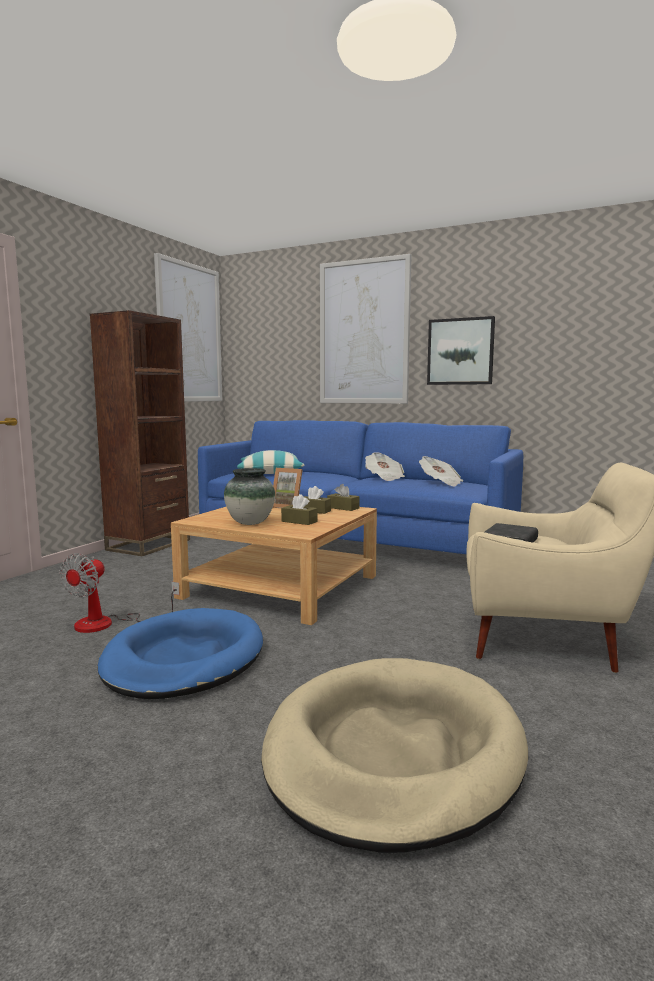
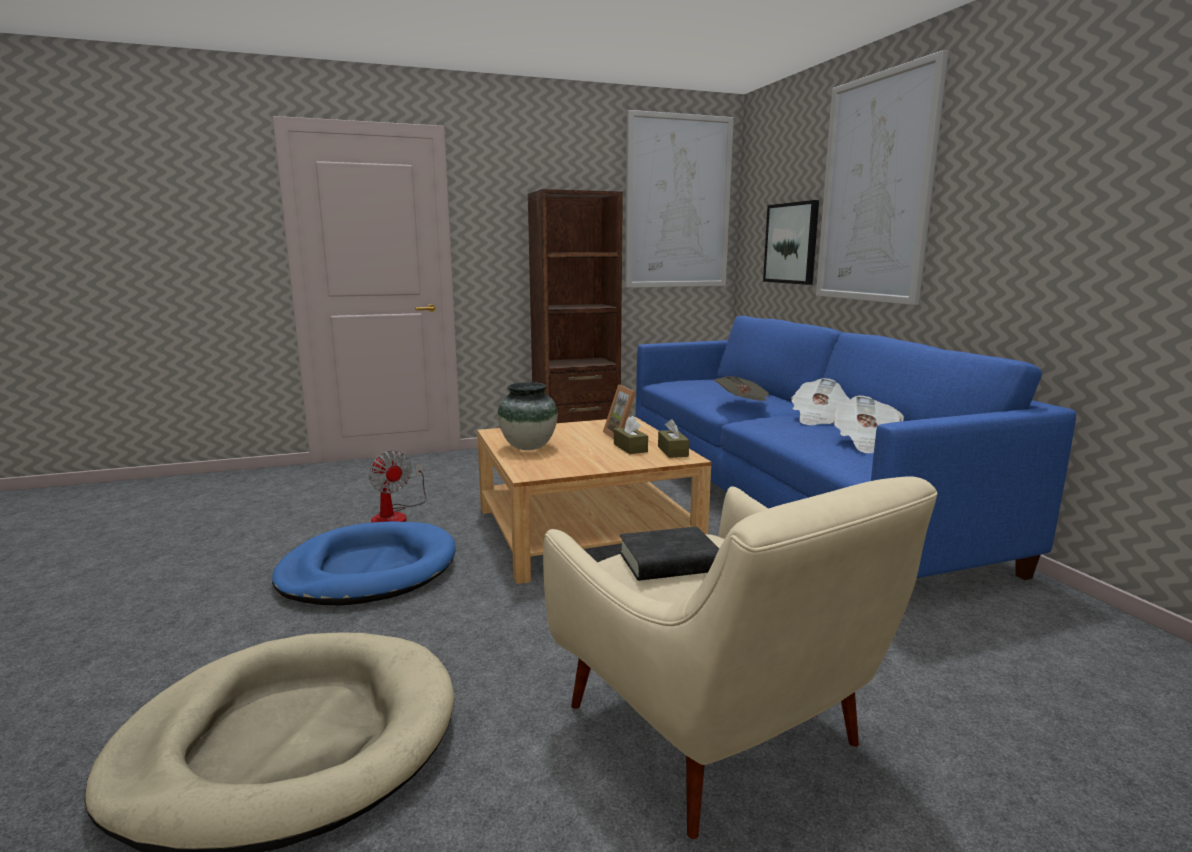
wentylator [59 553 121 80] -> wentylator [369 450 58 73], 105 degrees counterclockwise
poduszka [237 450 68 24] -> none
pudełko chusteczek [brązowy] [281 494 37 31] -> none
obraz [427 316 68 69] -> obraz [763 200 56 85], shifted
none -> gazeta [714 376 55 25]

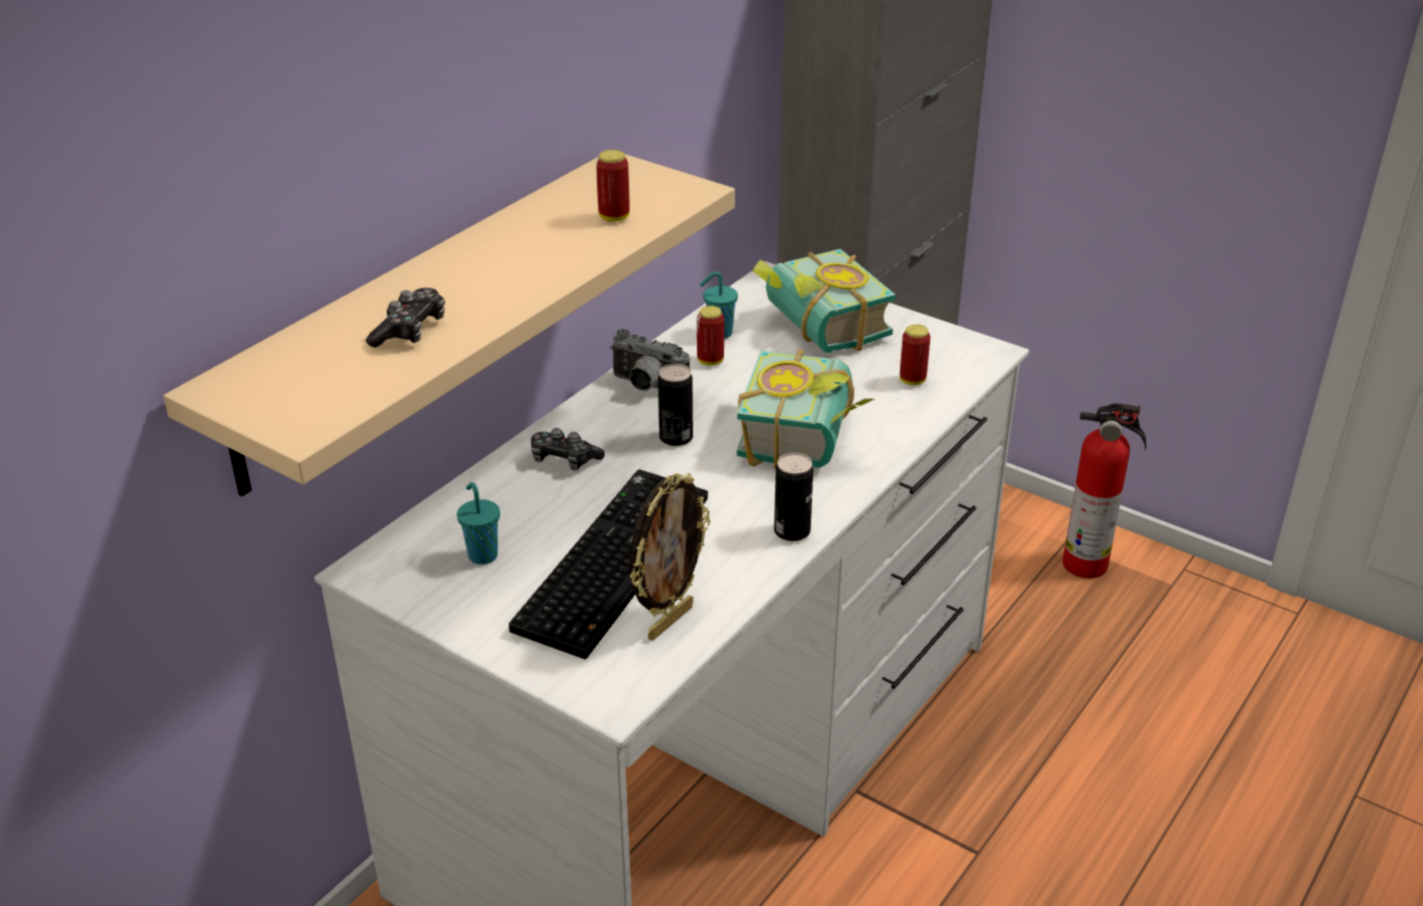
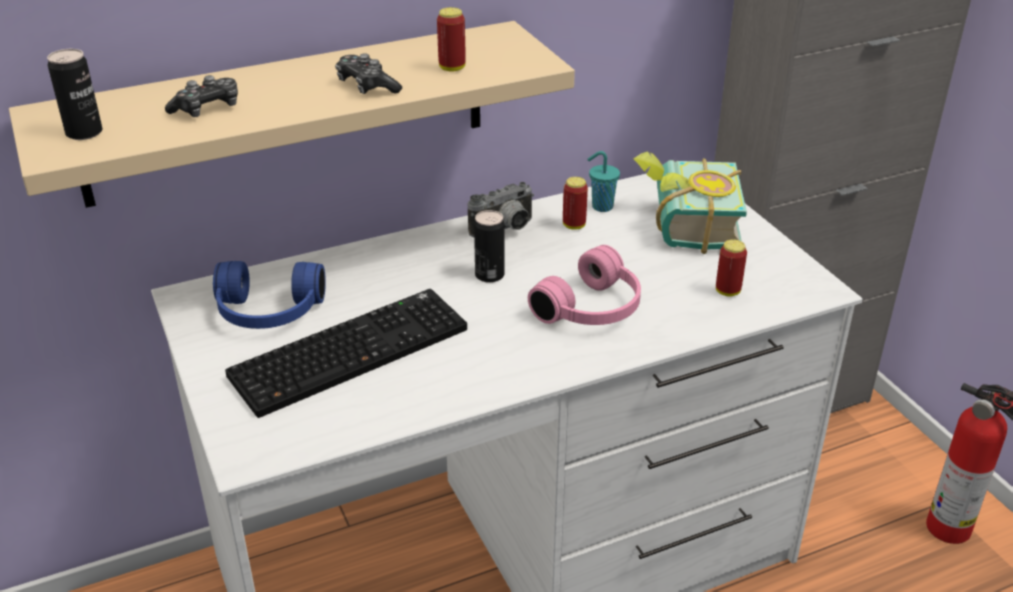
filiżanka [turkusowy] [457 482 43 83] -> słuchawki [niebieski] [213 261 113 68]
pad do gier [531 428 74 42] -> pad do gier [335 53 67 41], shifted
aparat fotograficzny [610 329 80 62] -> aparat fotograficzny [468 182 66 55], 90 degrees counterclockwise
ramka na zdjęcie [630 473 80 167] -> none
książka [737 350 138 119] -> słuchawki [różowy] [528 245 113 80]
puszka [774 453 39 88] -> puszka [47 49 56 91], shifted

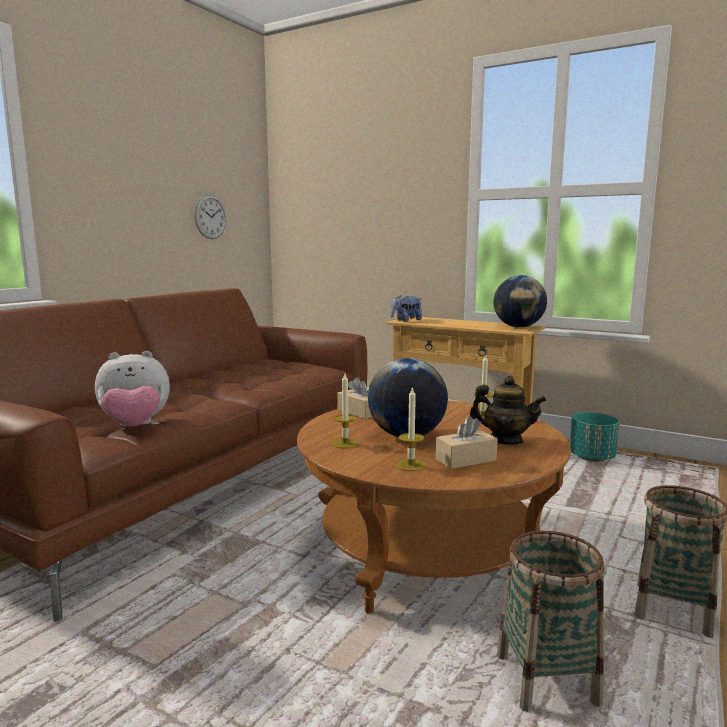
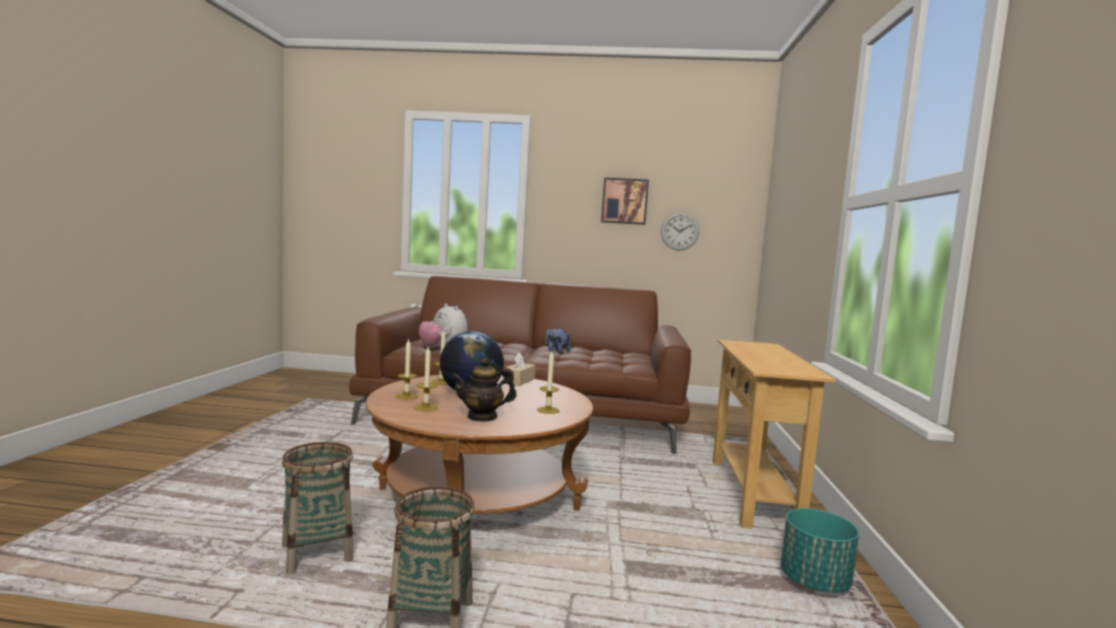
pluszak [391 295 31 27] -> pluszak [545 328 26 25], shifted
pudełko chusteczek [beżowy] [436 416 62 53] -> świeca [414 347 24 64]
imbryk [470 375 77 70] -> imbryk [451 358 66 64], 75 degrees clockwise
globus [493 275 54 53] -> none
none -> obraz [601 178 48 47]

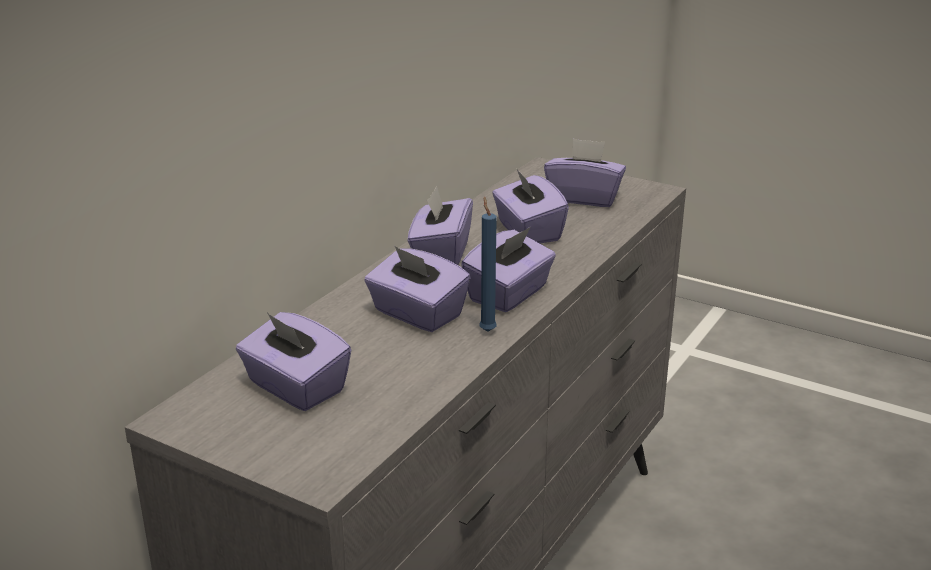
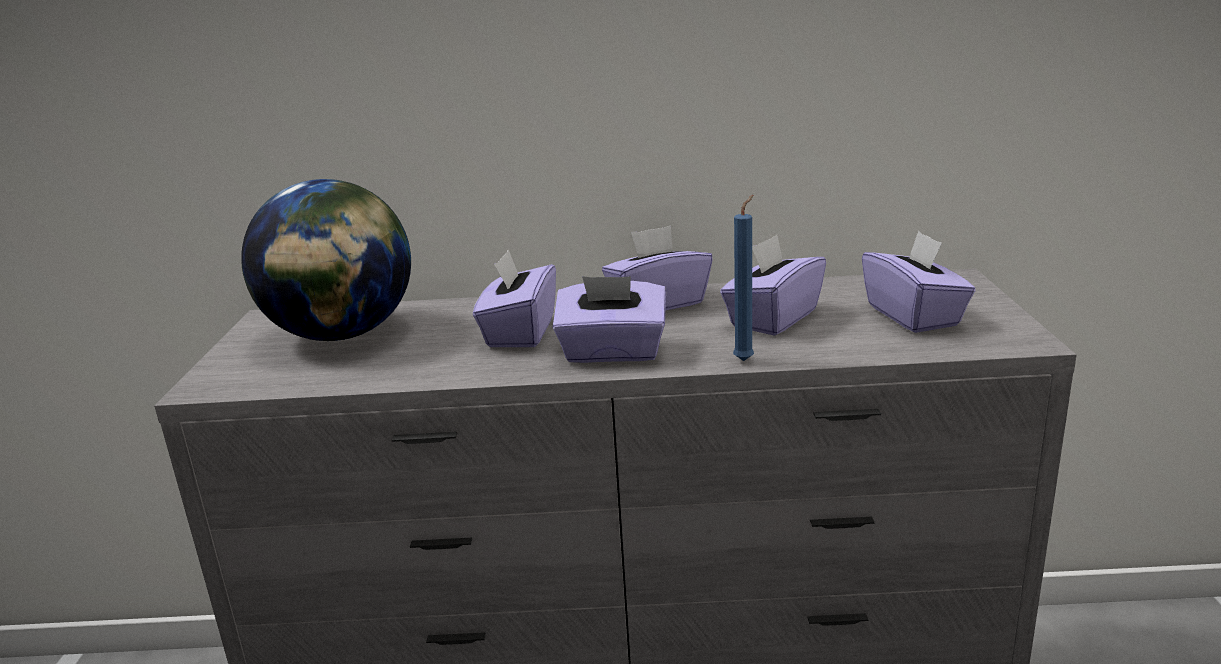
pudełko chusteczek [fioletowy] [236 312 115 99] -> globus [241 179 170 162]
świeca [niebieski] [479 197 18 135] -> świeca [niebieski] [733 195 21 166], shifted

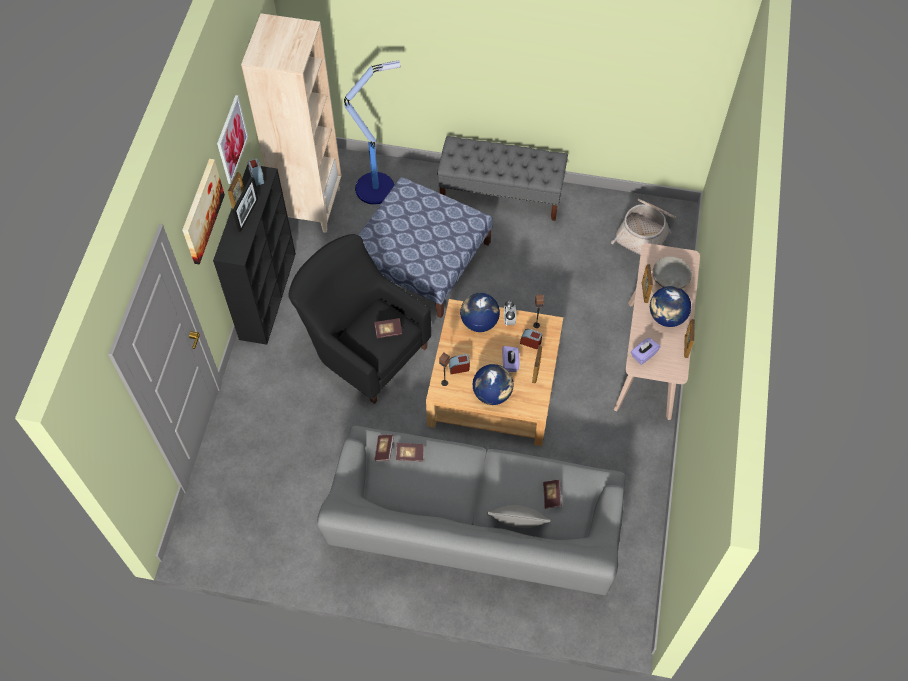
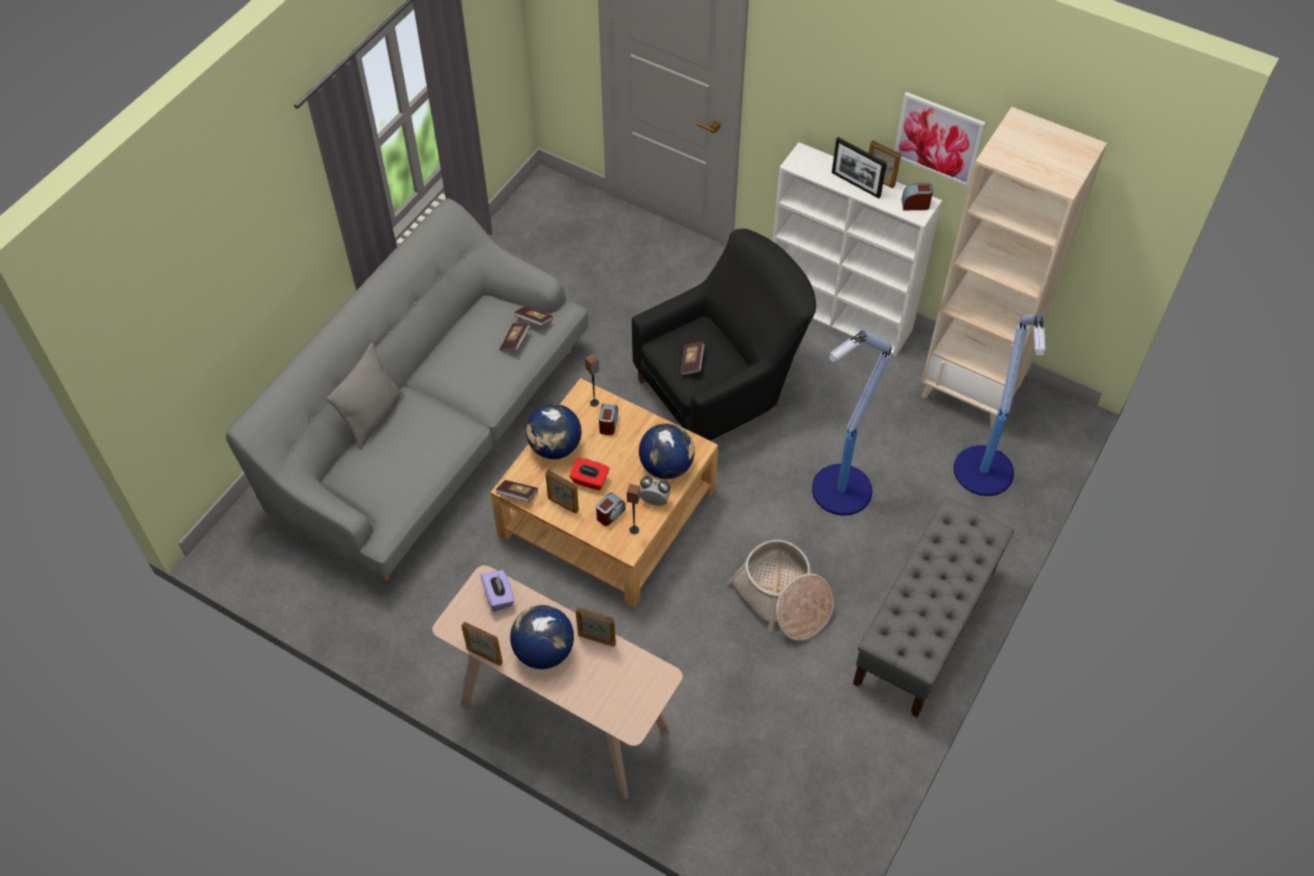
obraz [182 159 43 105] -> none
regał [czarny] [213 164 83 181] -> regał [biały] [772 142 170 214]
pufa [359 177 134 141] -> lampa stojąca [812 330 79 185]
pudełko chusteczek [fioletowy] [503 346 16 26] -> pudełko chusteczek [czerwony] [570 458 39 32]
książka [543 479 19 30] -> książka [496 480 42 22], shifted
koszyk [611 199 65 56] -> koszyk [726 540 108 101], shifted
miska [szary] [653 256 39 33] -> none

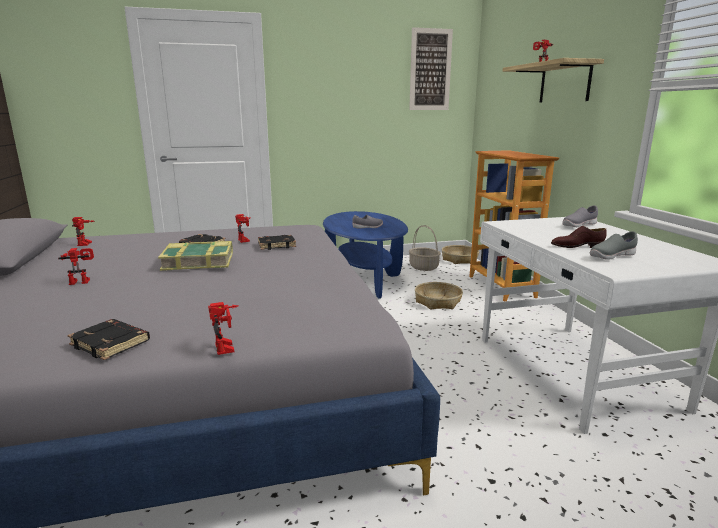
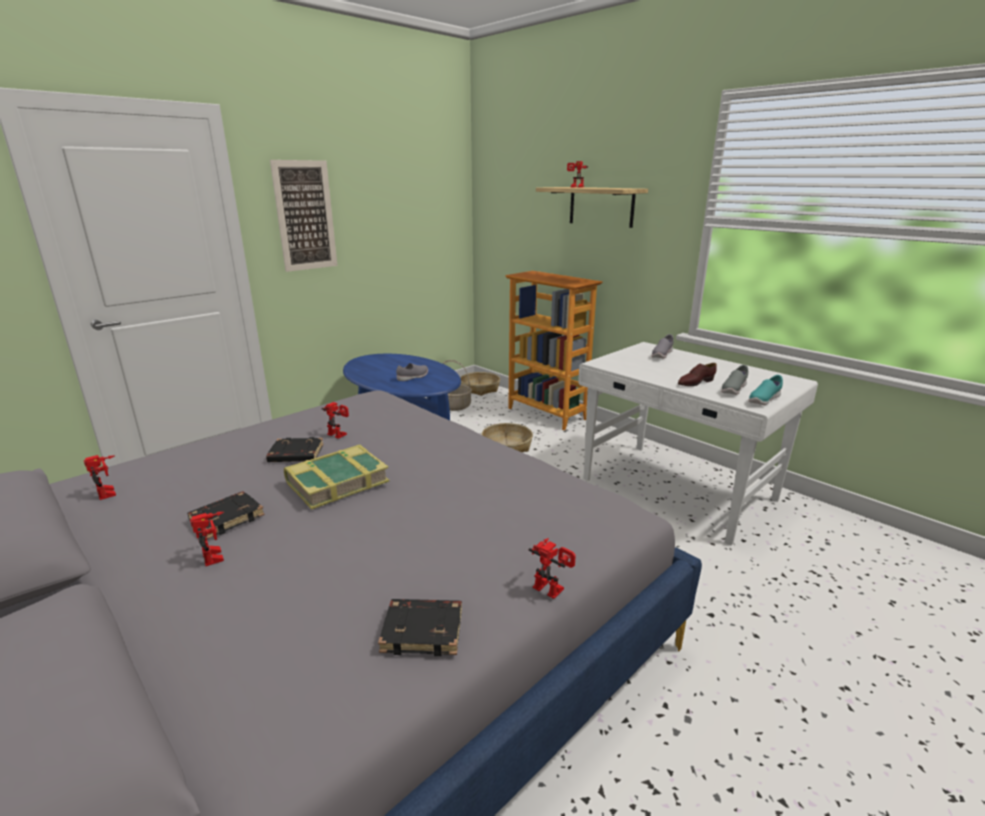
robot zabawkowy [58 248 36 37] -> robot zabawkowy [190 512 34 54], 105 degrees clockwise
książka [czarny] [258 235 38 15] -> książka [czarny] [187 491 78 48], shifted
obraz [409 27 44 83] -> obraz [270 160 67 112], shifted
none -> but [turkusowy] [748 375 35 30]

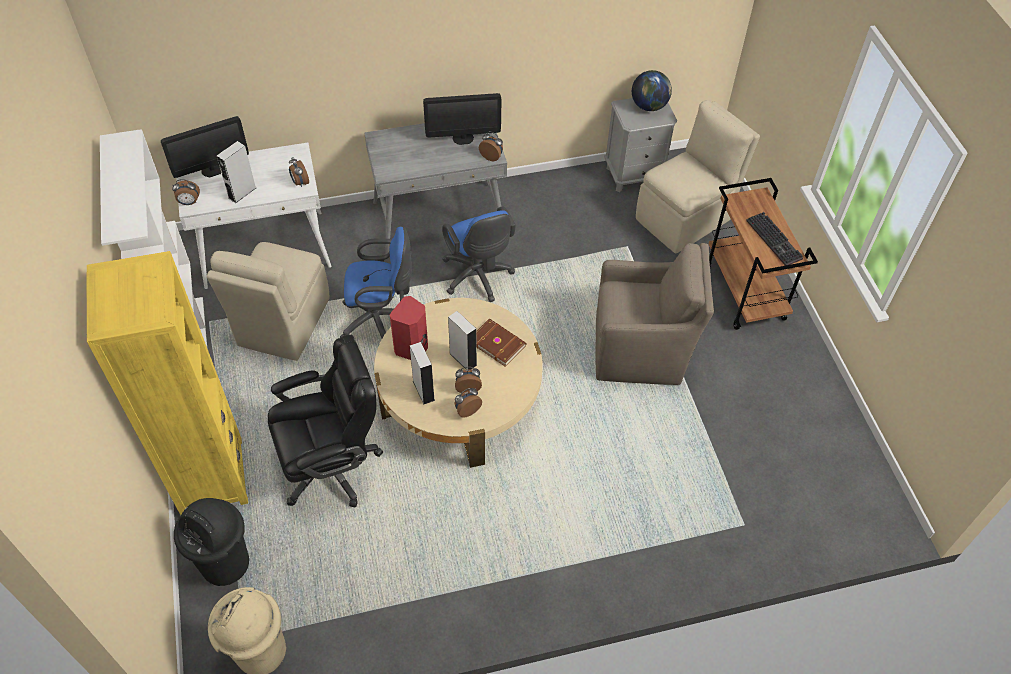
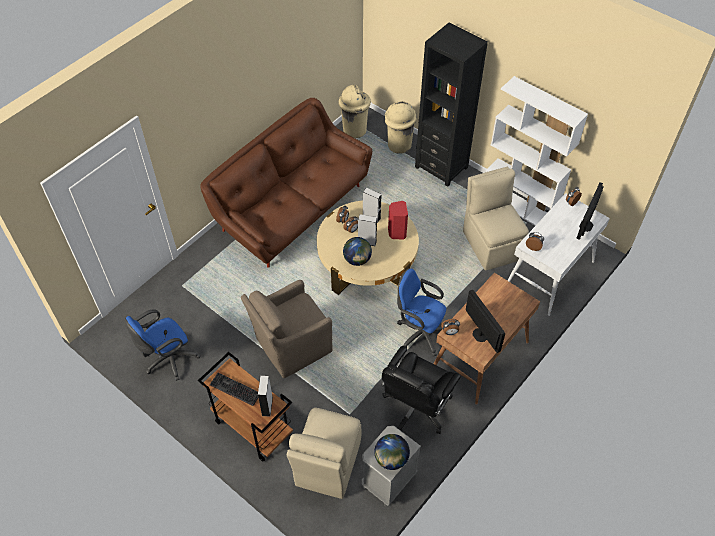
regał [żółty] [87 251 161 264] -> regał [czarny] [415 23 73 164]
kosz na śmieci [czarny] [174 498 75 88] -> kosz na śmieci [beżowy] [384 101 33 53]
głośnik [szary] [217 141 39 62] -> głośnik [szary] [258 376 15 40], shifted
krzesło biurowe [czarny] [268 334 115 174] -> krzesło biurowe [czarny] [382 346 79 88], shifted
krzesło biurowe [niebieski] [340 227 72 111] -> krzesło biurowe [niebieski] [125 309 75 72], shifted
biurko [szary] [364 123 143 131] -> biurko [brązowy] [434 273 106 132]
monitor [423 93 79 52] -> monitor [466 290 39 63], 105 degrees clockwise
książka [brązowy] [476 318 51 49] -> globus [343 237 29 29]
none -> kanapa [brązowy] [200 98 172 170]

